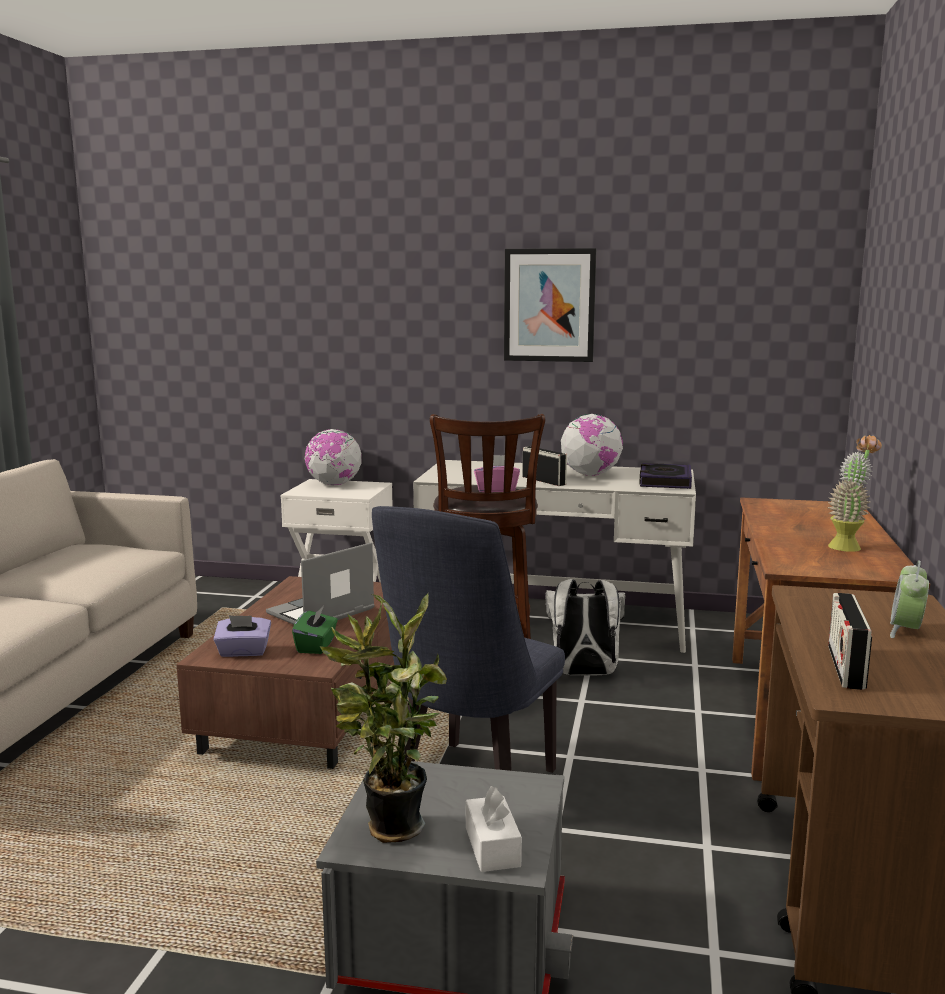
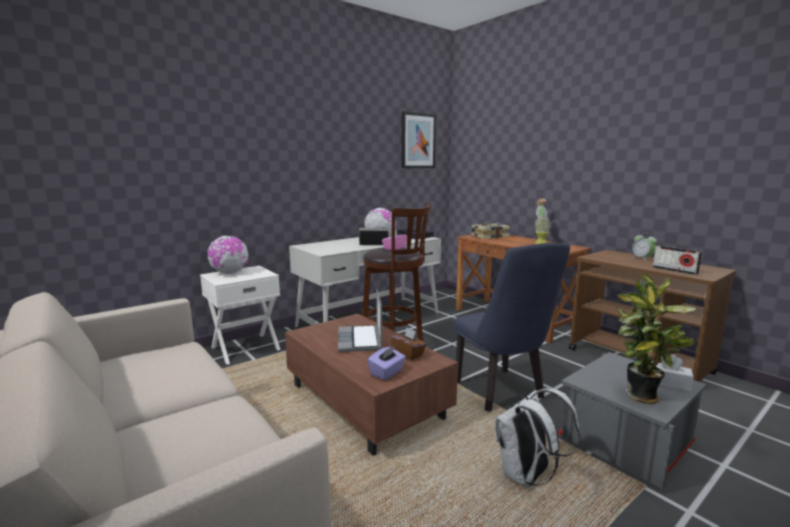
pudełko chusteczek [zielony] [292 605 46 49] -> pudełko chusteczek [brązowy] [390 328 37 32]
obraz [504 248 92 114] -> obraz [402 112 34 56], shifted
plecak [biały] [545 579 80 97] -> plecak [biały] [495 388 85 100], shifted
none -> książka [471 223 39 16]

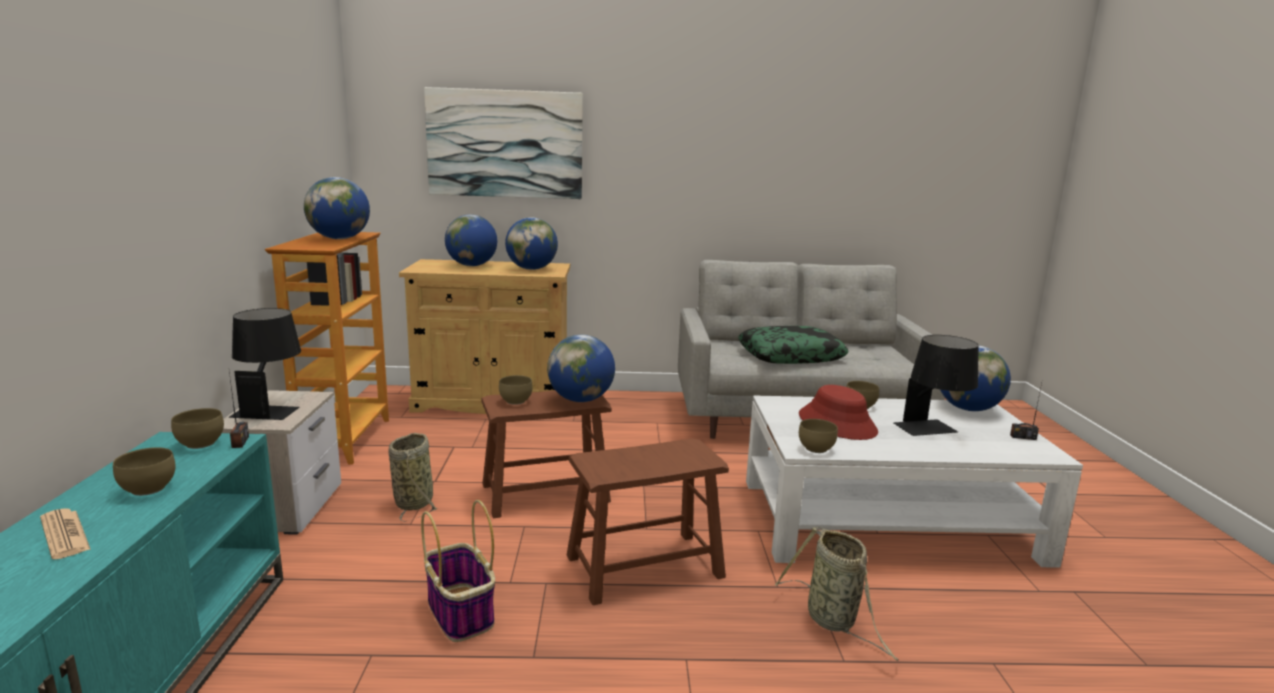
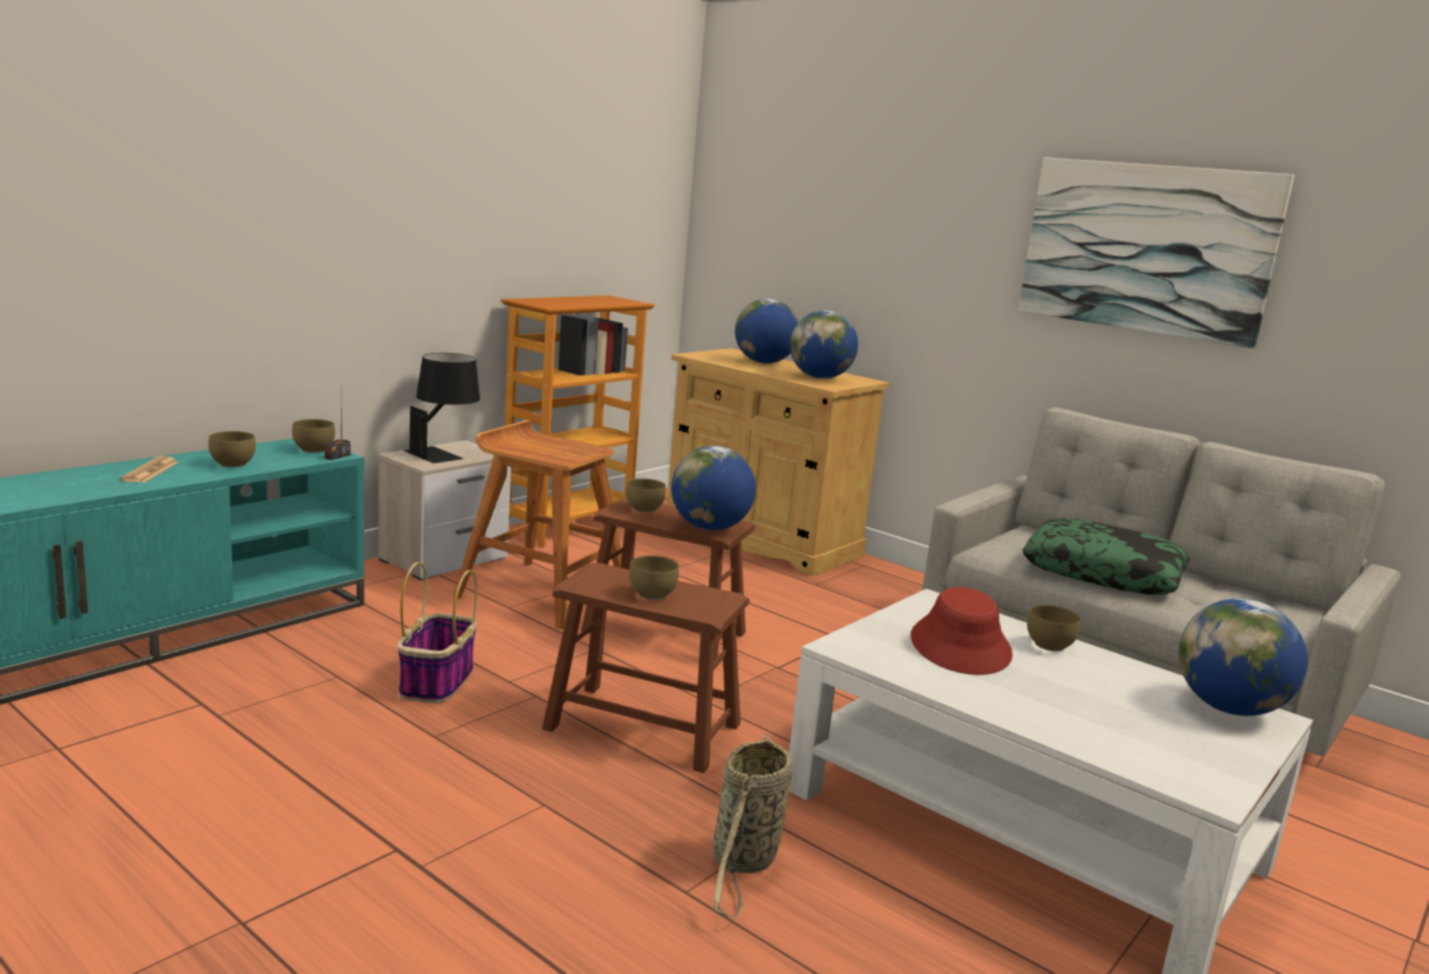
globus [304 177 66 62] -> none
koszyk [388 433 50 89] -> stołek [brązowy] [453 420 169 210]
obraz [424 87 159 112] -> obraz [1018 157 277 191], shifted
miska [brązowy] [799 419 39 34] -> miska [brązowy] [629 556 50 44], shifted
lampa stołowa [czarny] [894 335 85 101] -> none
radio [1010 383 32 57] -> none

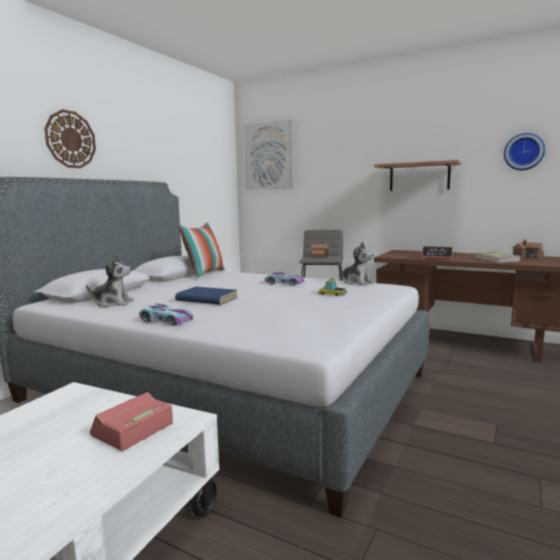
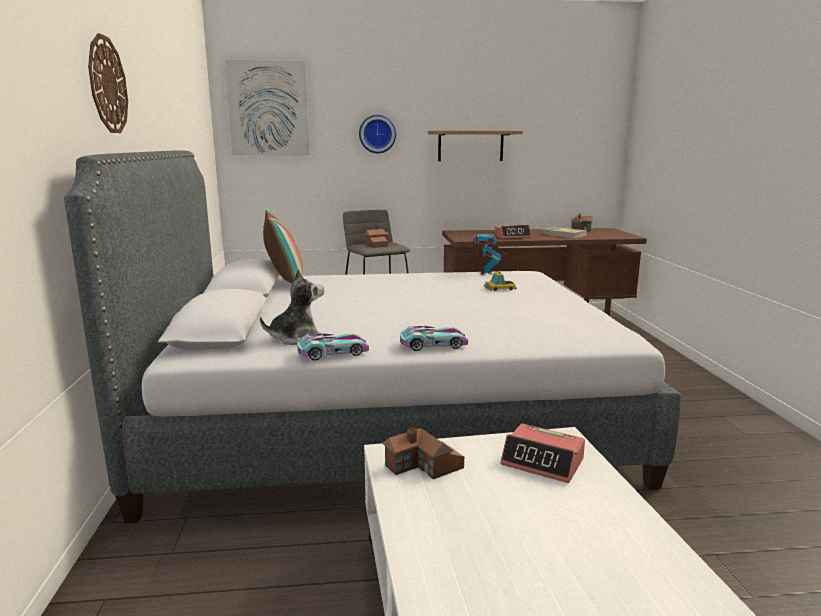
budzik [90 392 83 59] -> budzik [500 424 85 59], 60 degrees counterclockwise
książka [niebieski] [175 287 63 18] -> none
samochodzik [265 272 39 14] -> samochodzik [297 333 72 28], shifted
pluszak [339 242 35 43] -> robot zabawkowy [473 227 28 48]
zegar ścienny [504 133 41 37] -> zegar ścienny [359 115 37 38], shifted
none -> domek [383 427 81 52]

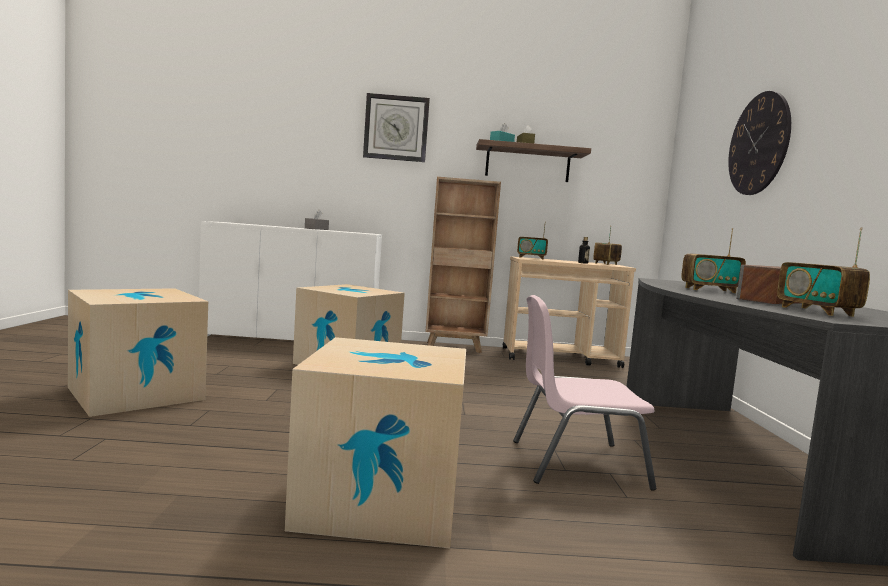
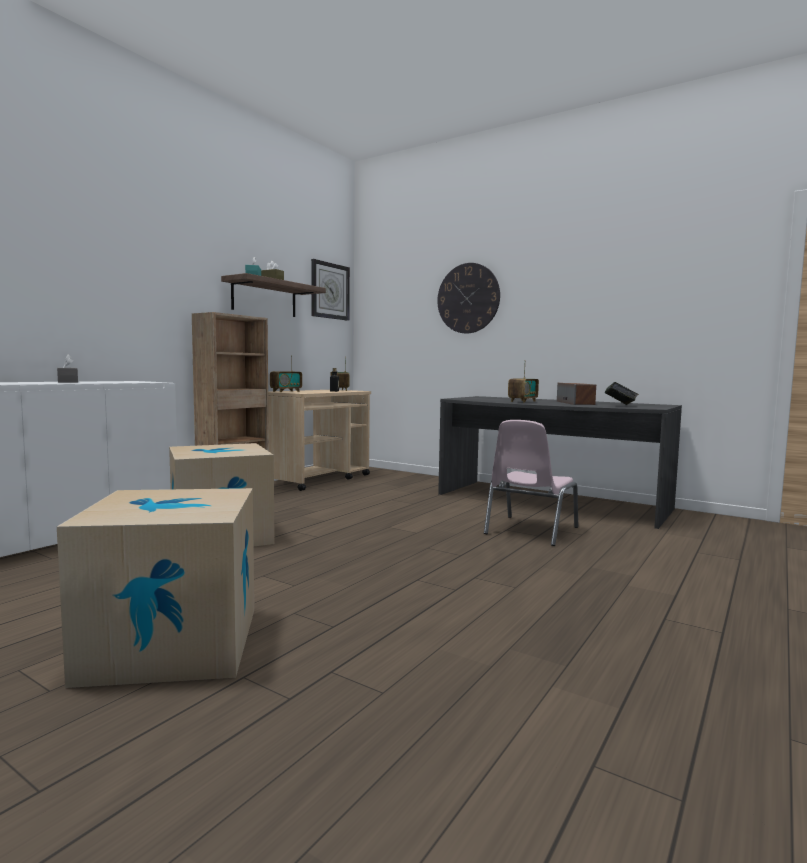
karton [285 337 181 211] -> none
zegar ścienny [363 93 67 69] -> zegar ścienny [311 259 39 61], shifted
radio [777 227 93 90] -> książka [605 382 34 23]

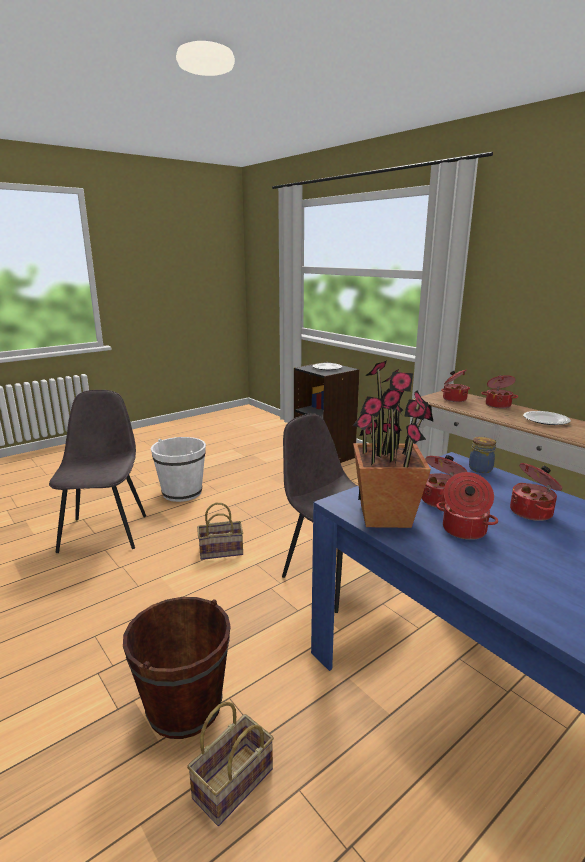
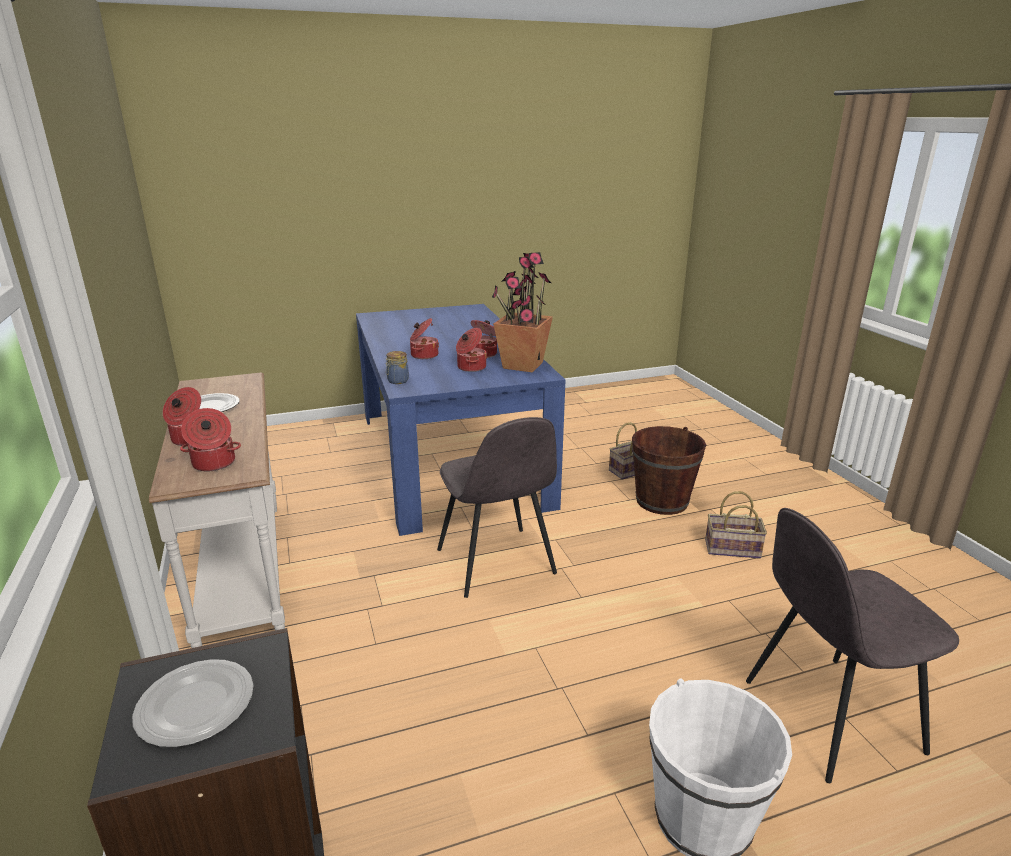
krzesło [szary] [49 390 97 163] -> krzesło [szary] [746 508 213 275], 60 degrees clockwise
koszyk [197 503 46 57] -> koszyk [705 491 62 68], shifted

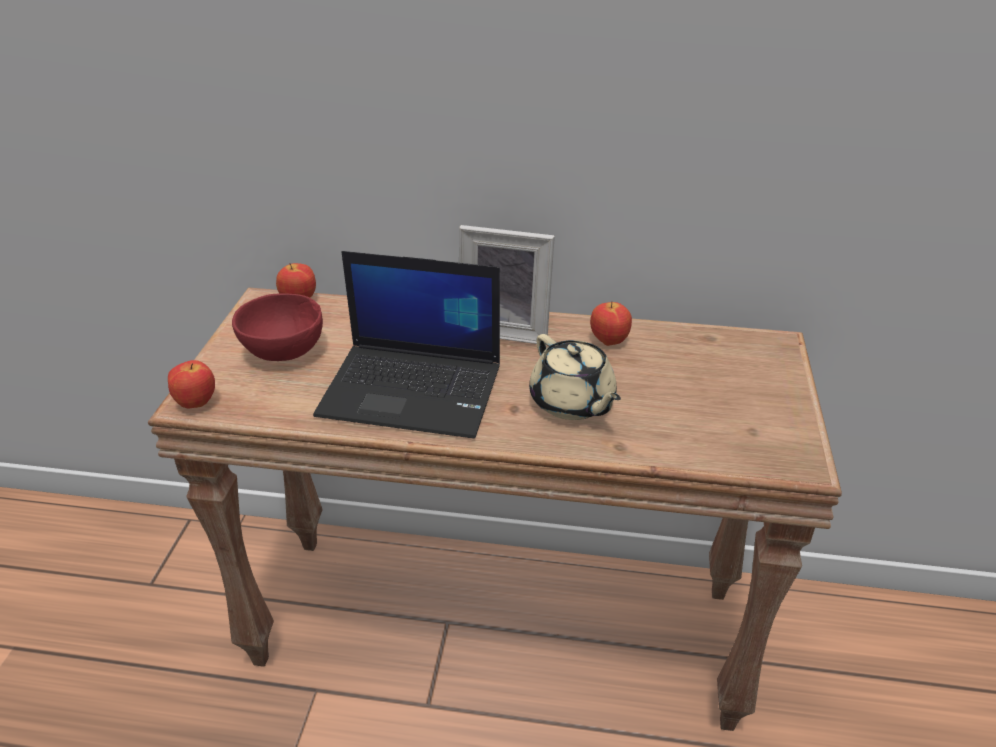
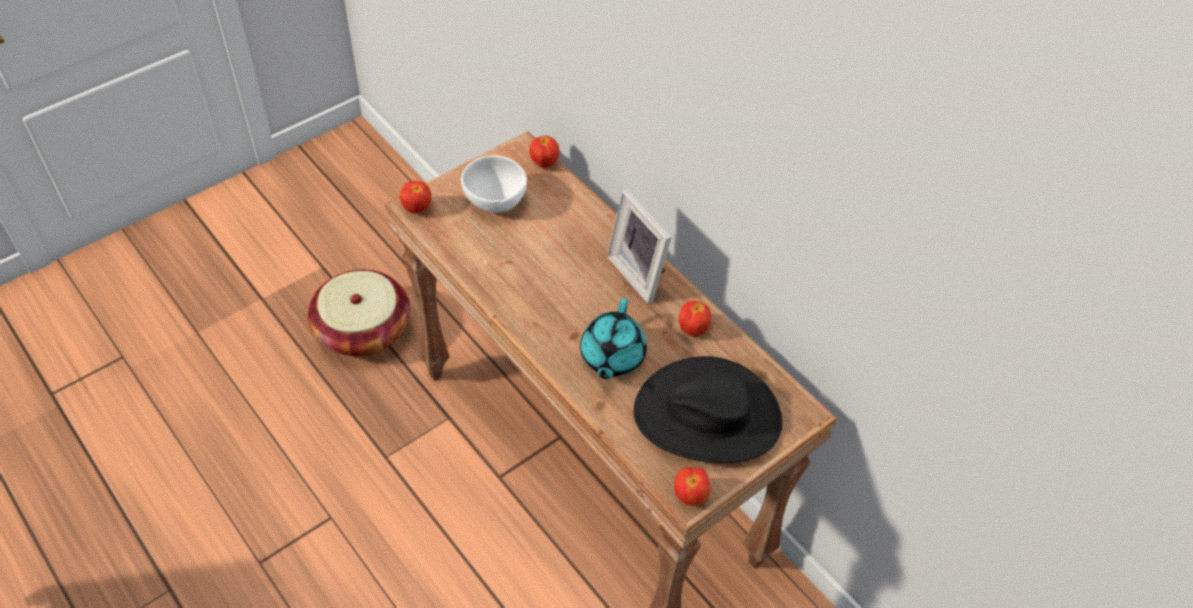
miska [czerwony] [232 293 91 68] -> miska [biały] [461 156 66 57]
laptop [313 251 187 188] -> none
imbryk [beżowy] [529 334 92 86] -> imbryk [turkusowy] [580 298 67 81]
none -> koszyk [308 270 102 87]
none -> kapelusz [czarny] [634 356 149 107]
none -> jabłko [674 467 36 39]

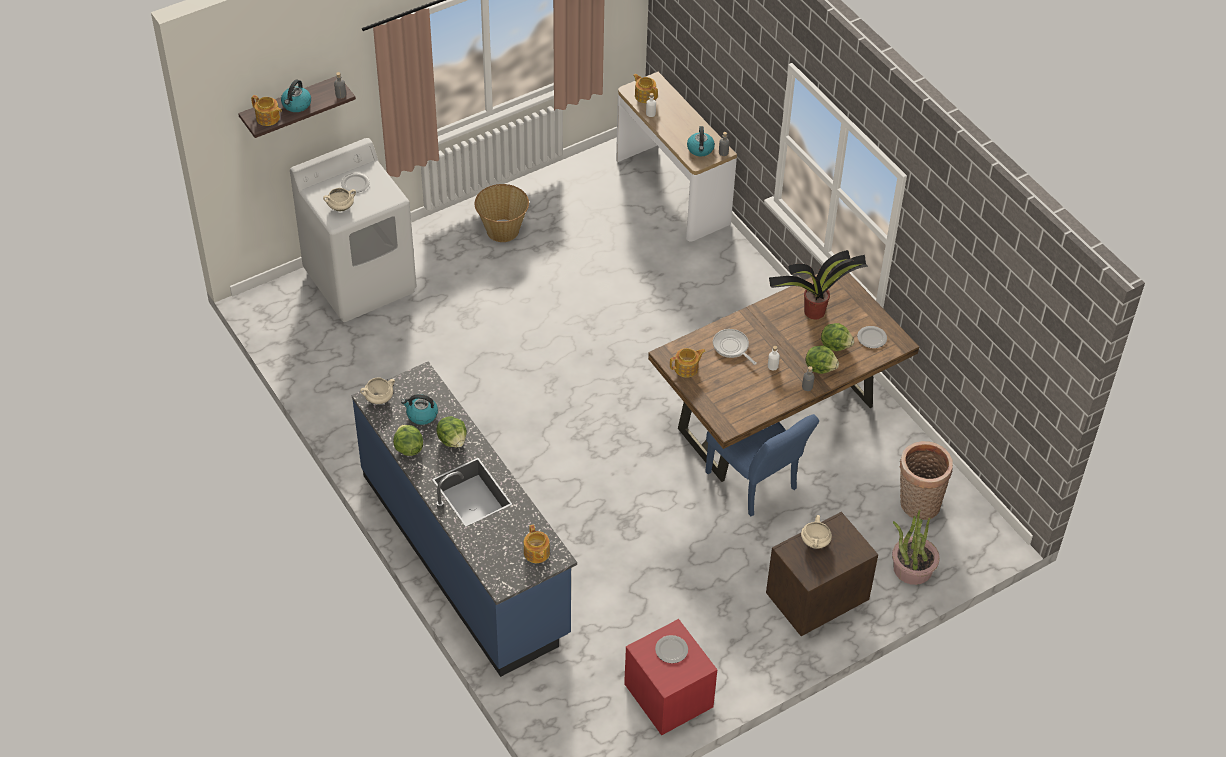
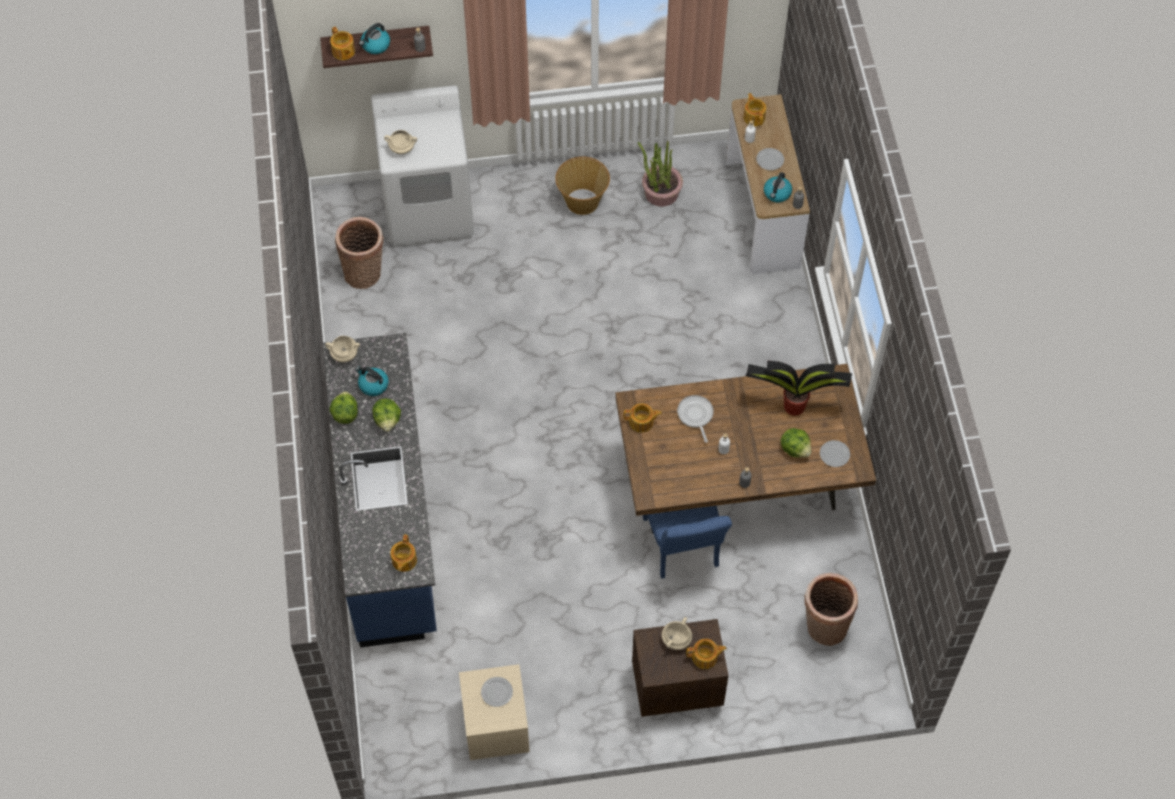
talerz [341 173 29 20] -> talerz [756 148 28 22], shifted
szafka nocna [czerwony] [624 619 94 116] -> szafka nocna [beżowy] [459 664 71 96]
sałata [806 345 33 29] -> none
roślina doniczkowa [892 510 48 75] -> roślina doniczkowa [638 141 45 66], shifted
none -> koszyk [335 217 49 72]
none -> imbryk [686 639 41 30]

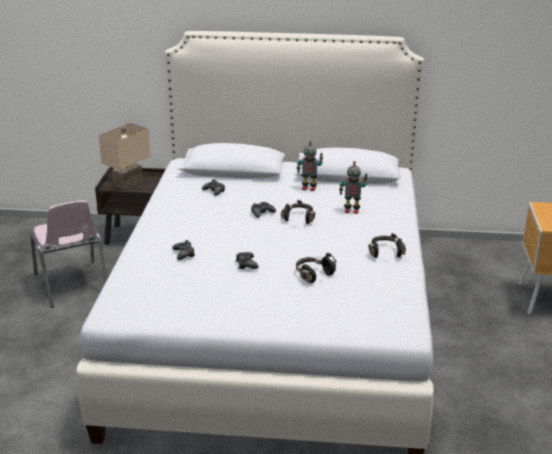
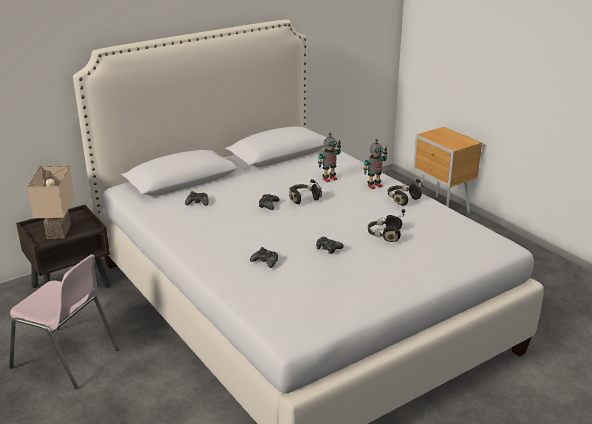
robot zabawkowy [297 141 26 50] -> robot zabawkowy [363 139 24 50], shifted

